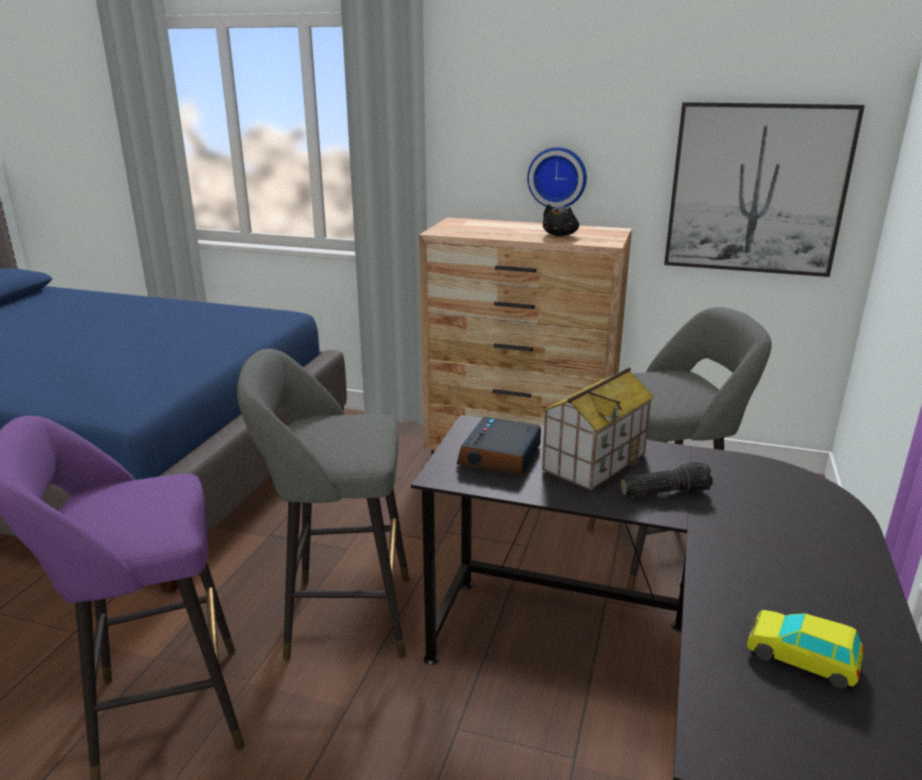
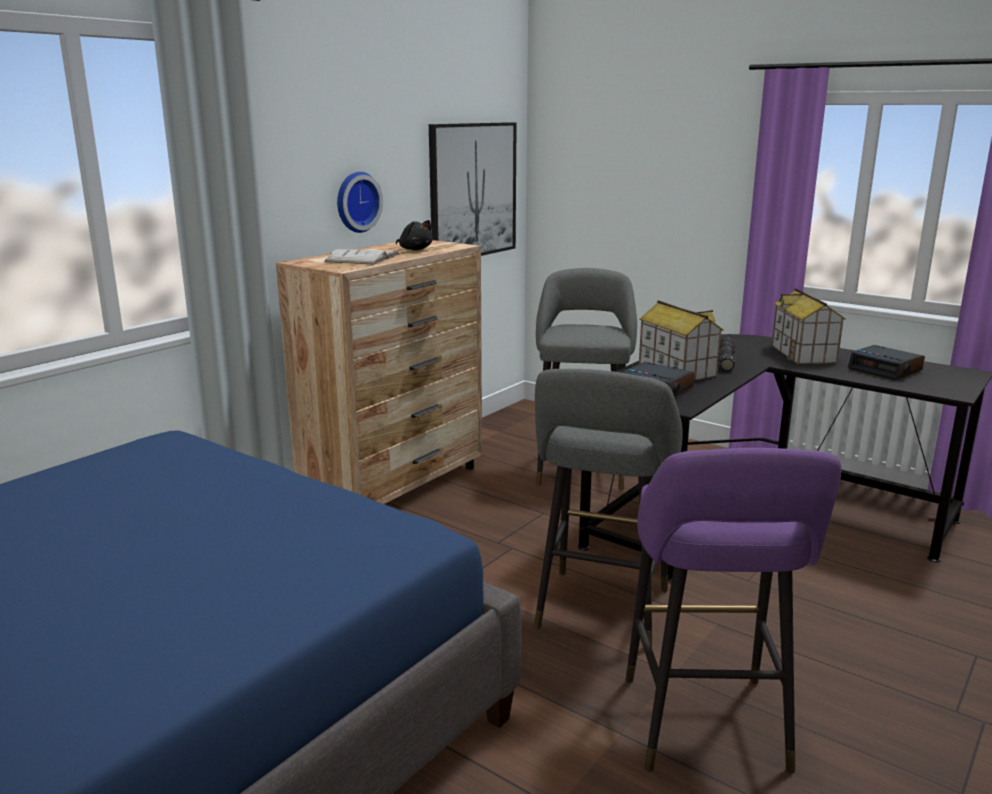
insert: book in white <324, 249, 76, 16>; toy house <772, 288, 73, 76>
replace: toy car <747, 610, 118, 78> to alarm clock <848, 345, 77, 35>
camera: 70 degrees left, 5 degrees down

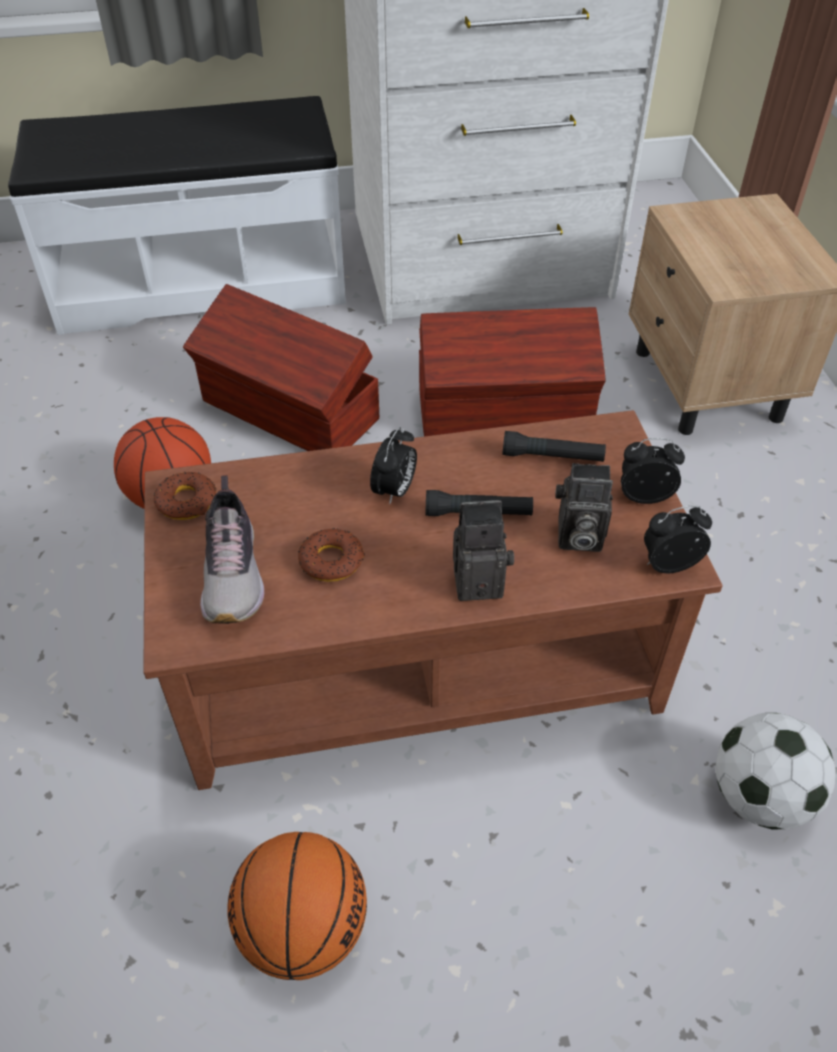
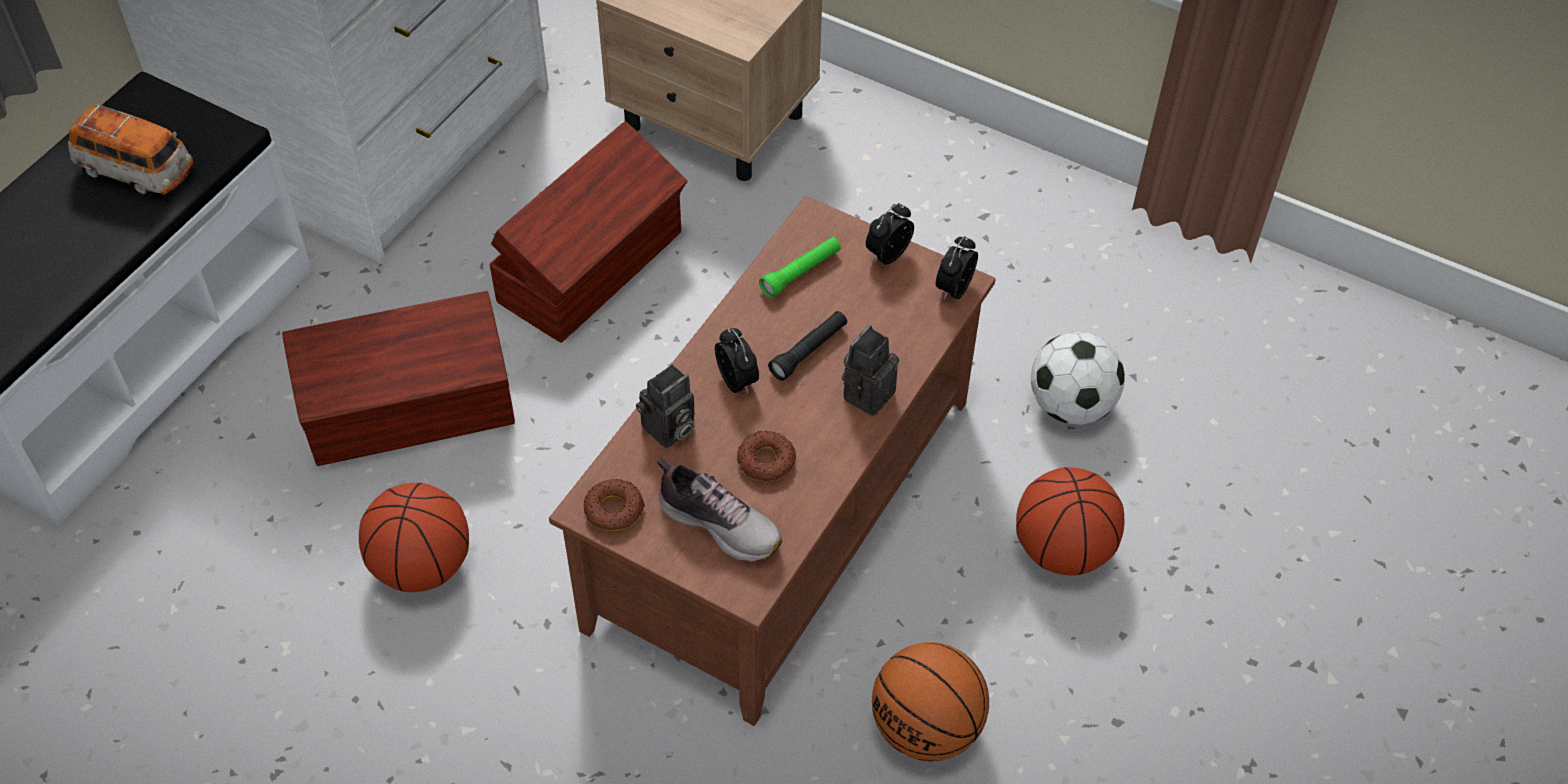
insert: toy car <68, 104, 126, 93>; basketball <1016, 467, 108, 109>
move: photo camera <555, 463, 58, 89> to <636, 364, 59, 84>
recolor: flashlight in black <502, 431, 104, 31> to flashlight in green <759, 237, 82, 61>
camera: 50 degrees left, 5 degrees up

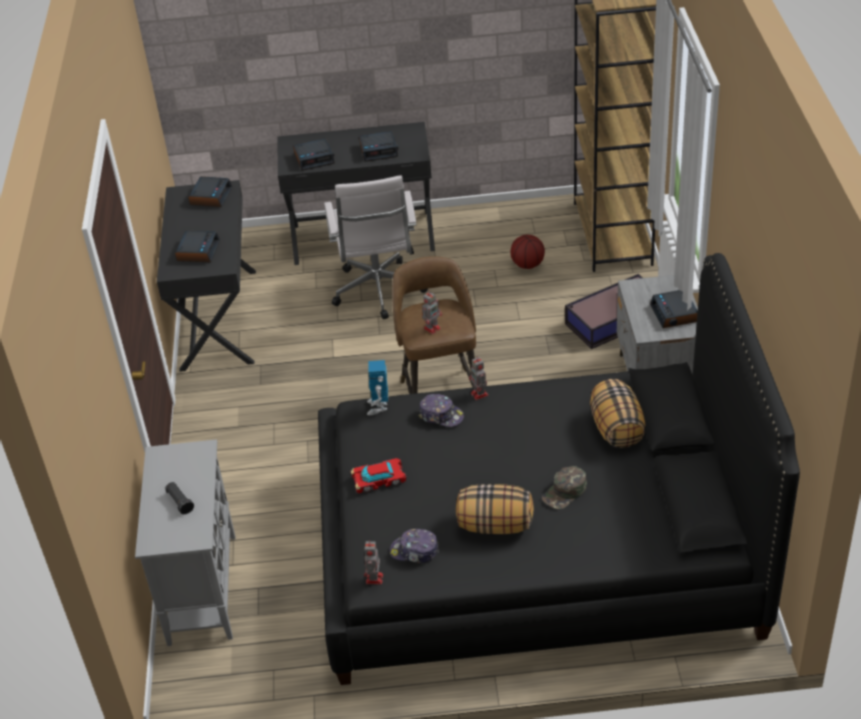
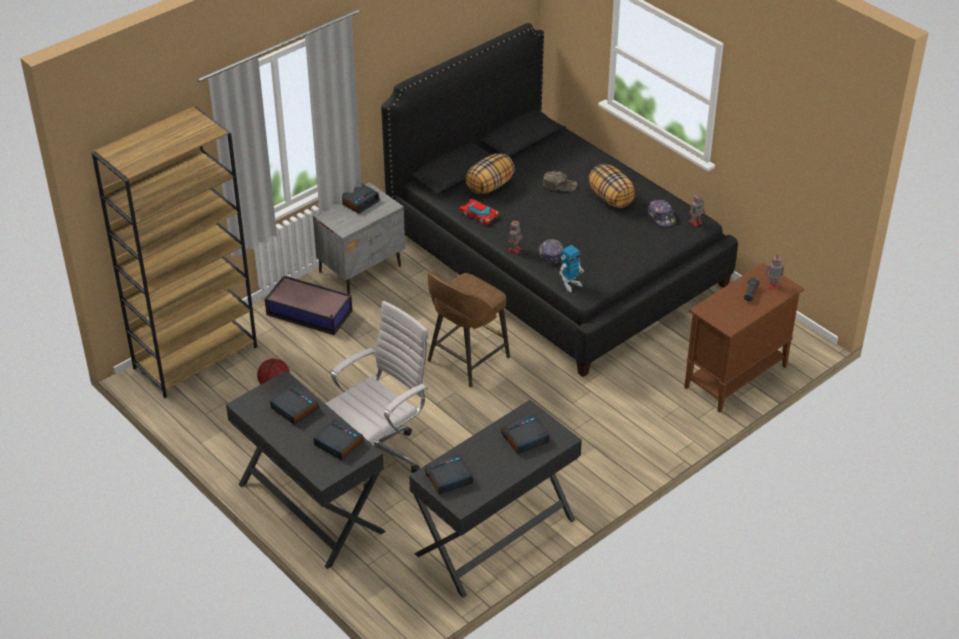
move: toy car <351, 458, 56, 35> to <460, 199, 39, 26>; toy robot <422, 290, 20, 44> to <765, 254, 19, 36>
recolor: cabinet in grey <135, 439, 100, 207> to cabinet in brown <684, 263, 120, 150>
camera: 130 degrees left, 0 degrees up

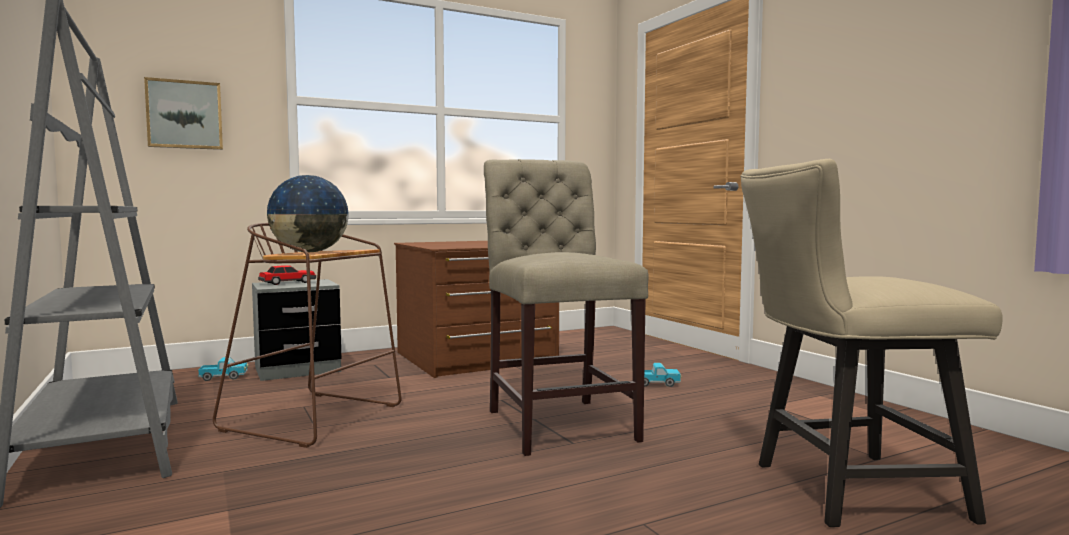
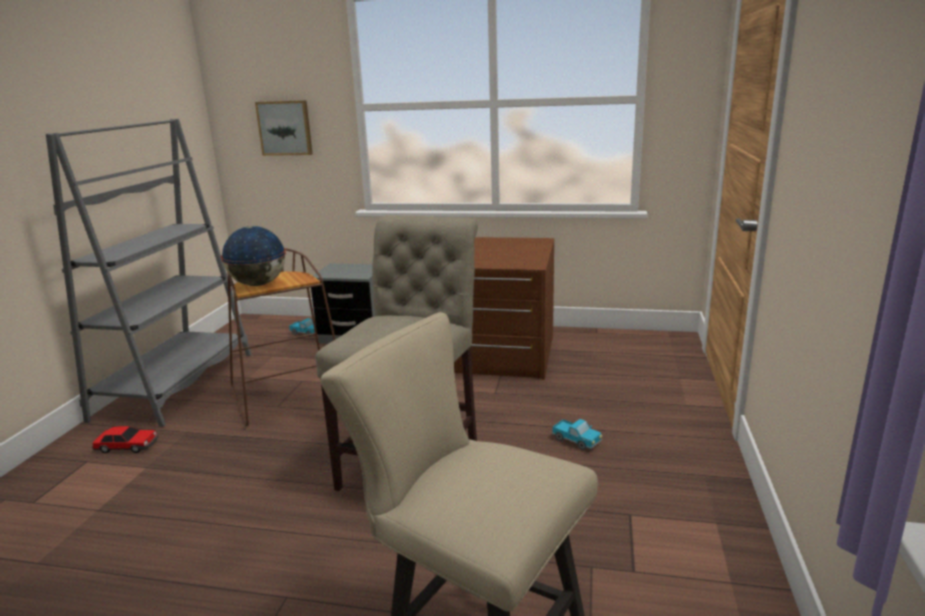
move: toy car <258, 265, 58, 20> to <92, 426, 67, 27>
camera: 40 degrees right, 15 degrees up

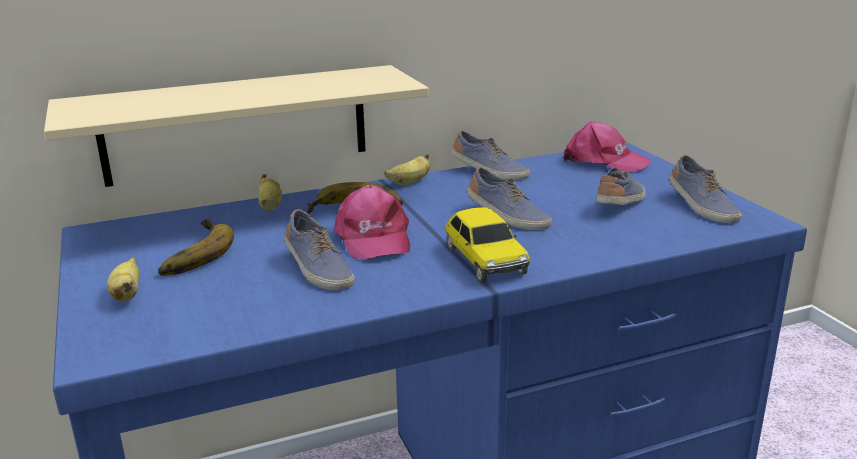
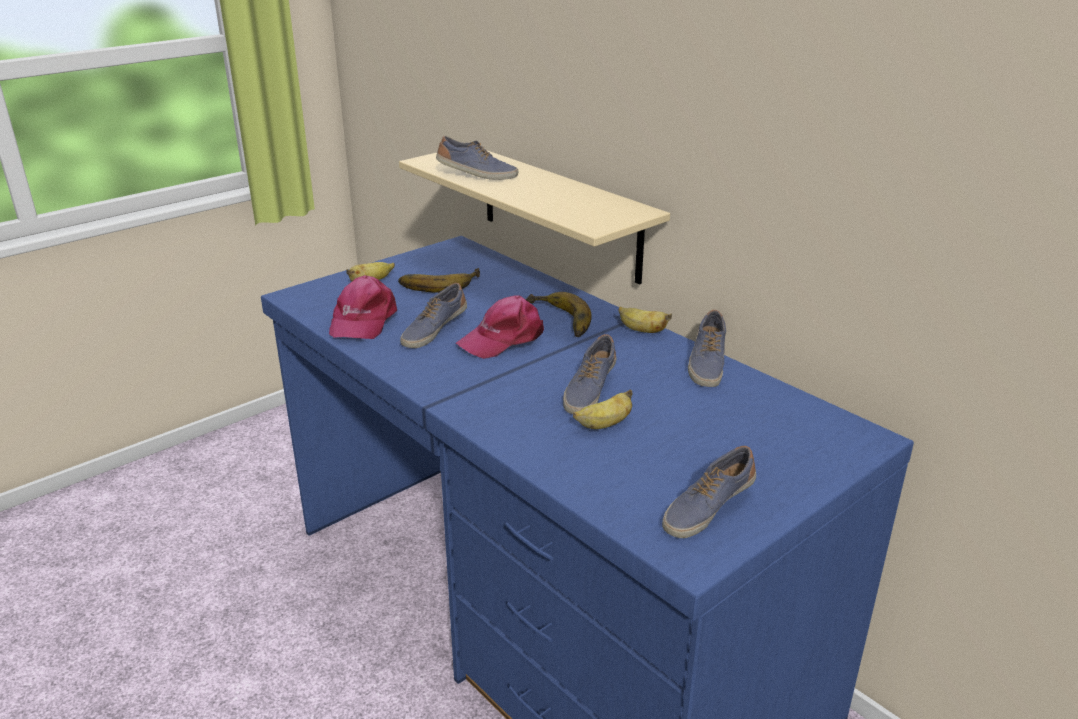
delete: toy car <445, 208, 85, 74>
move: banana <259, 174, 23, 37> to <573, 389, 60, 40>; cap in pink <563, 121, 88, 52> to <329, 275, 68, 64>; shoe <596, 168, 50, 37> to <436, 136, 82, 44>
camera: 70 degrees right, 5 degrees up

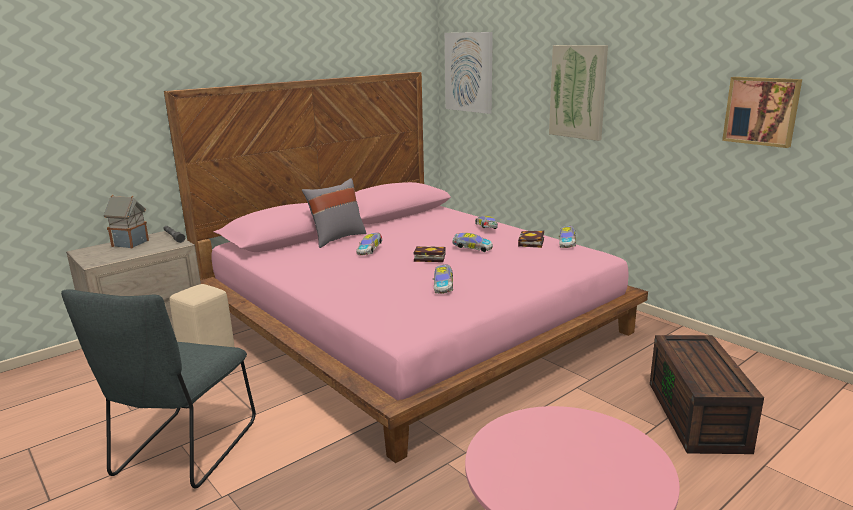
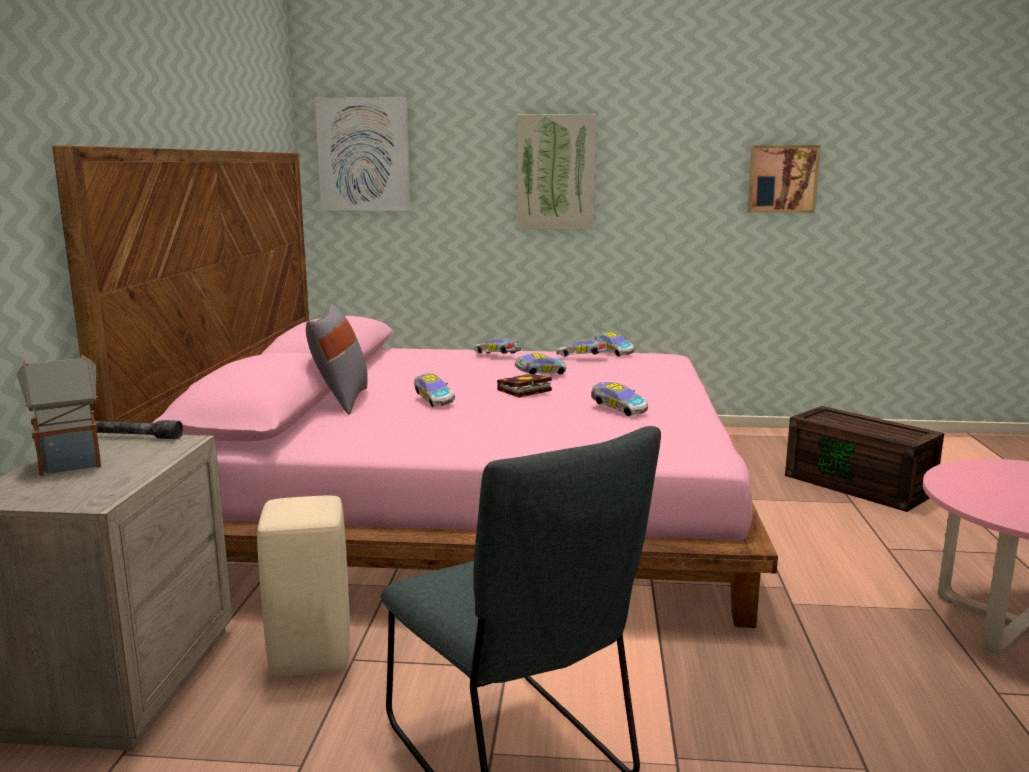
replace: book <518, 231, 26, 17> to toy car <556, 339, 52, 18>
camera: 45 degrees left, 5 degrees down

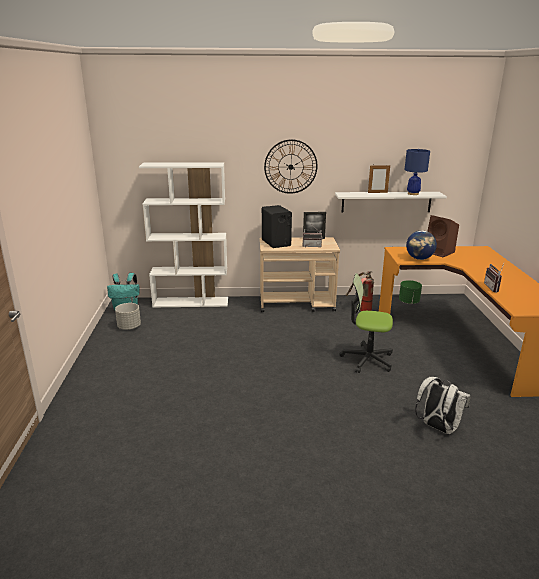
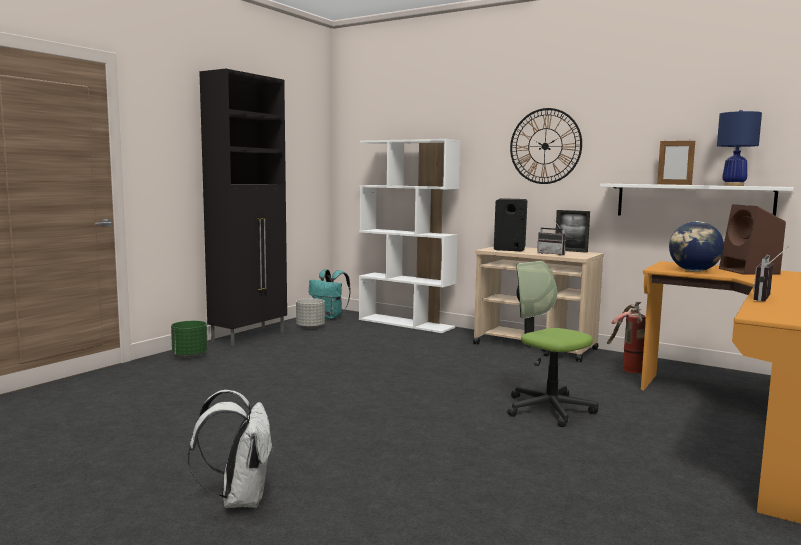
insert: cabinet in black <199, 69, 88, 277>
move: planter in green <399, 280, 23, 24> to <171, 321, 37, 37>; backpack in white <415, 377, 56, 57> to <188, 390, 85, 118>
camera: 35 degrees right, 15 degrees down

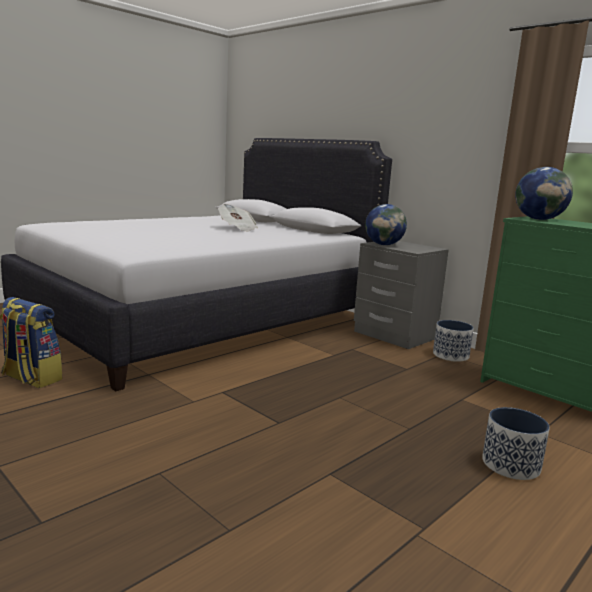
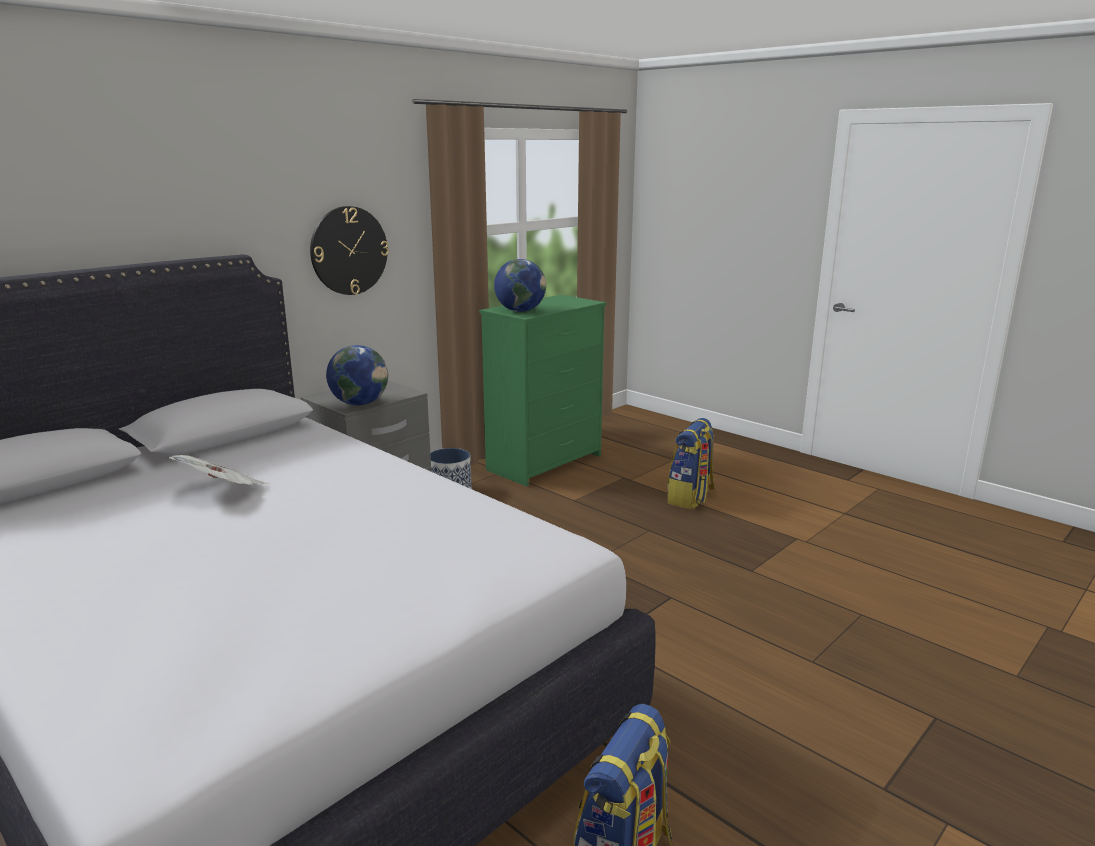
insert: wall clock <310, 206, 79, 89>
replace: planter <482, 407, 68, 73> to backpack <667, 418, 48, 91>
camera: 90 degrees left, 5 degrees up

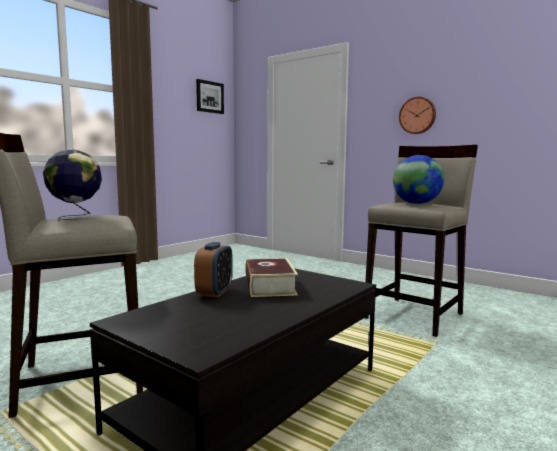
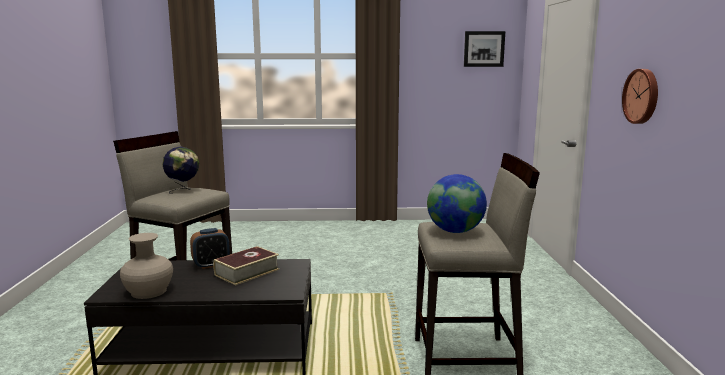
insert: vase in beige <120, 233, 53, 66>
camera: 50 degrees right, 5 degrees up

